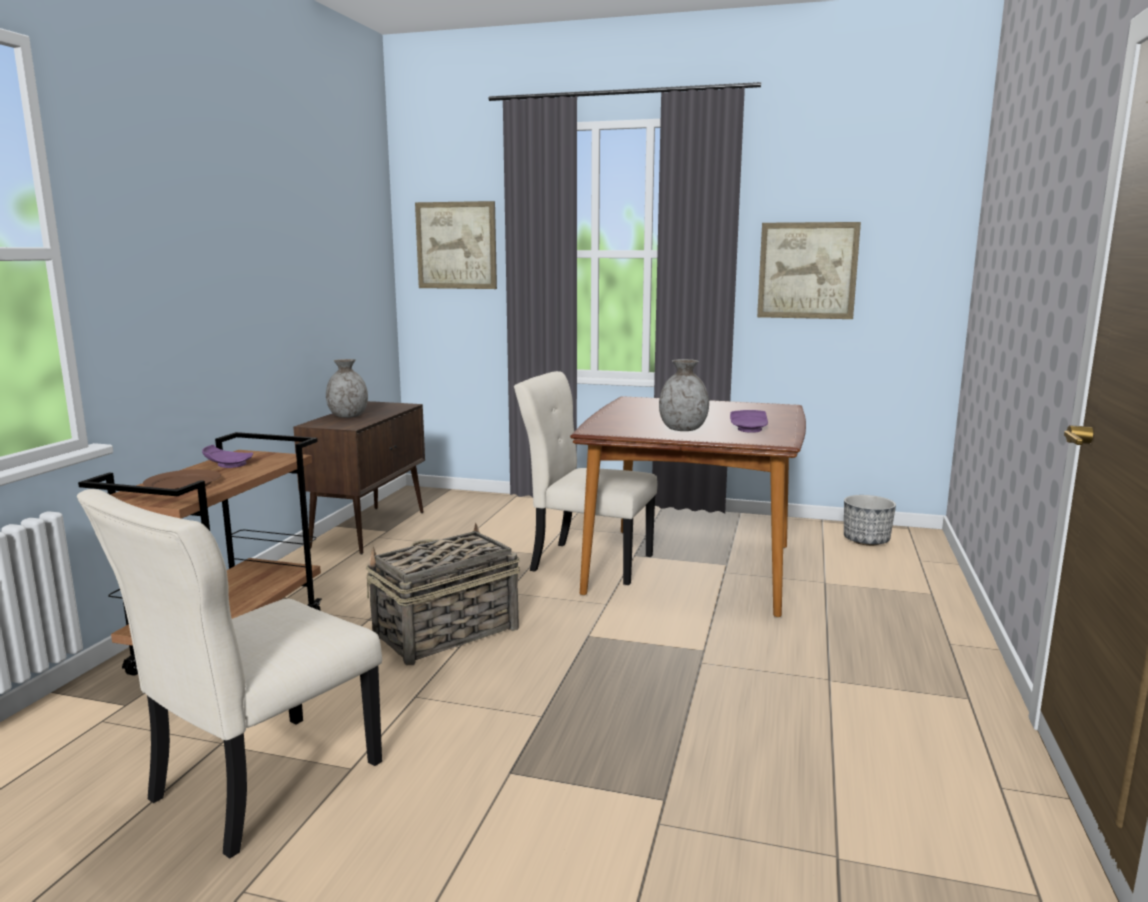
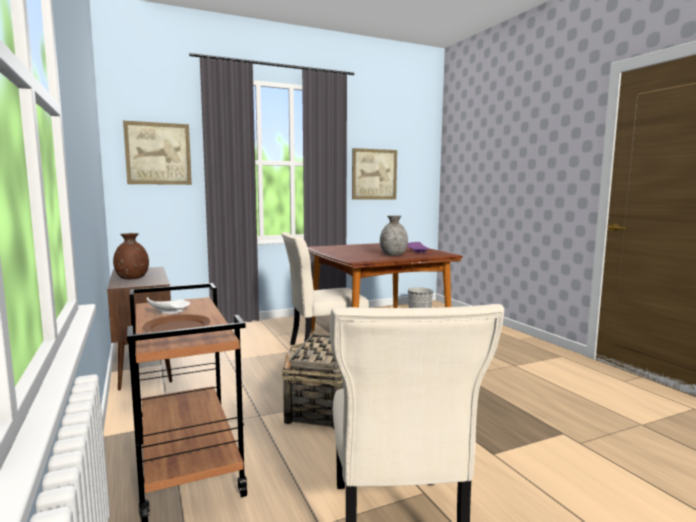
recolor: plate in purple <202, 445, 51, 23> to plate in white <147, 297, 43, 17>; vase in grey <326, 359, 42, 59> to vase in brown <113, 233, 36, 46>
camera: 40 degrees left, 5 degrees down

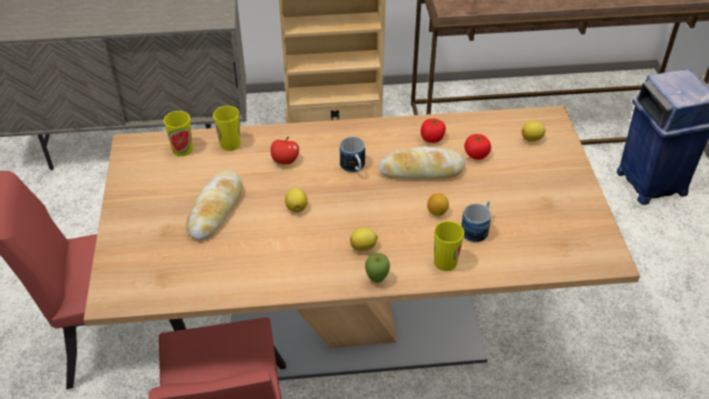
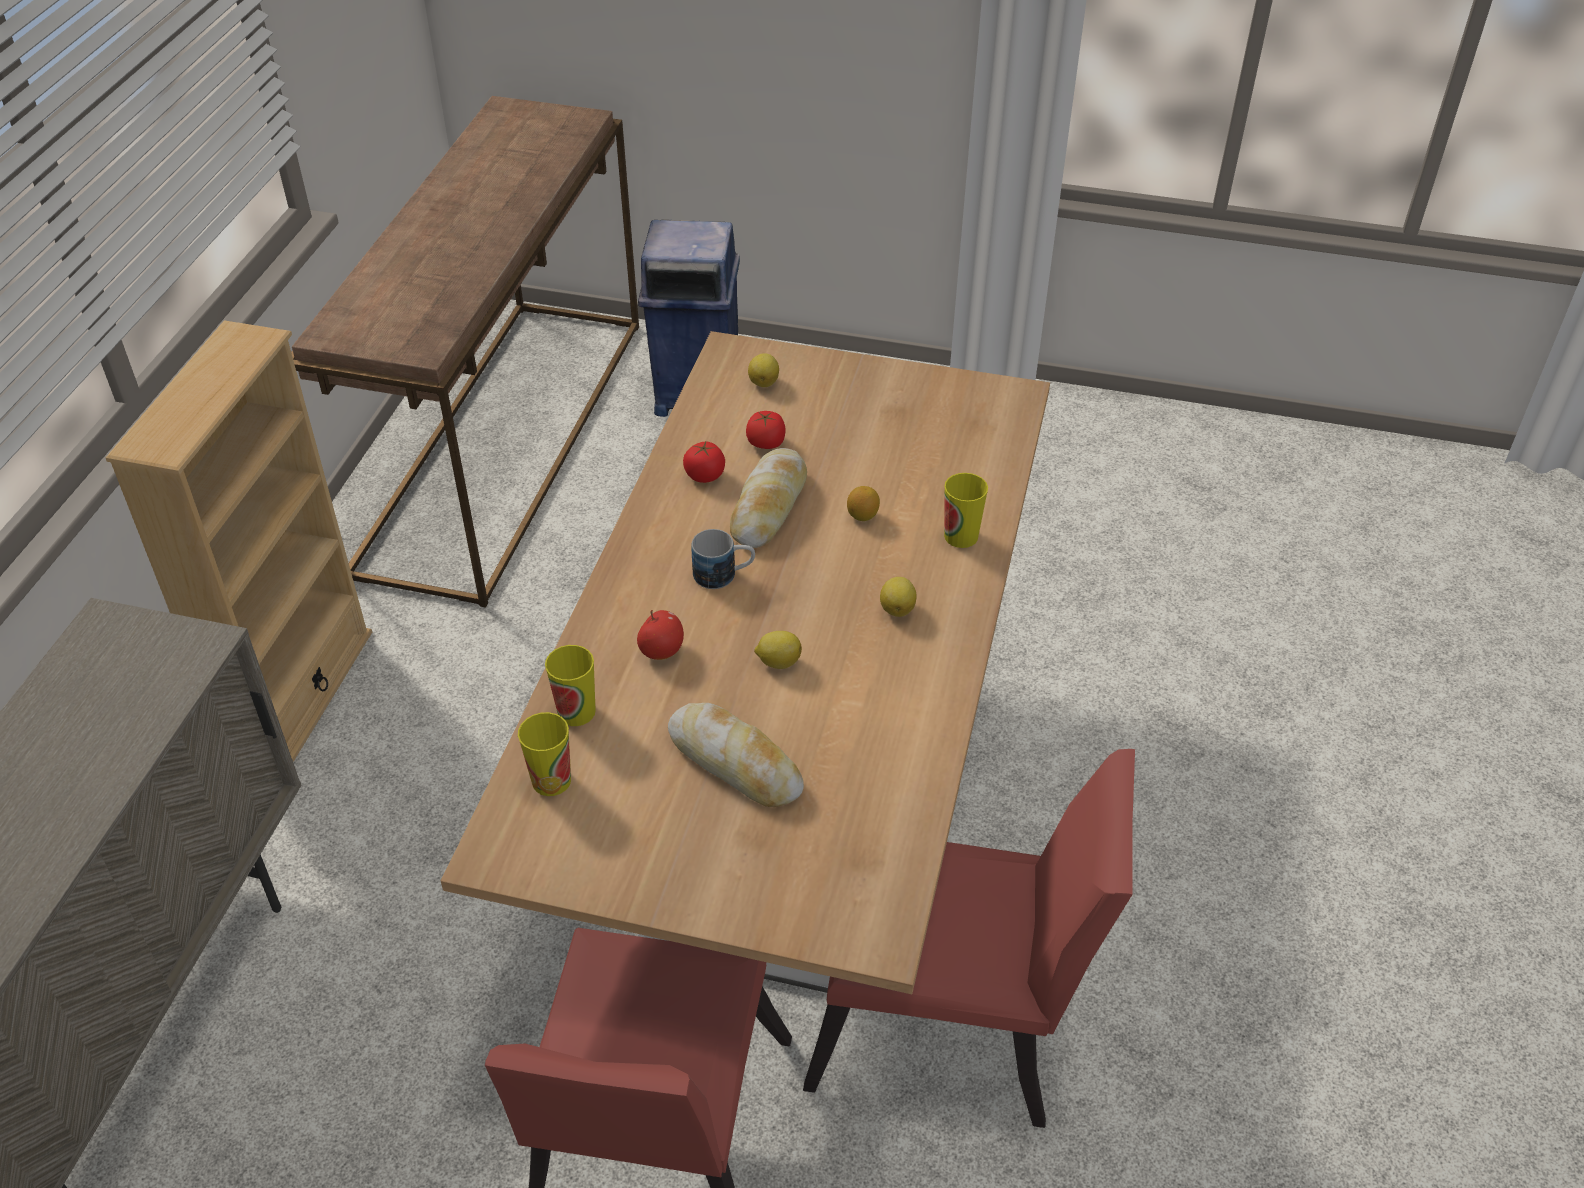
delete: apple <365, 253, 25, 30>; mug <461, 200, 30, 42>
camera: 70 degrees left, 0 degrees up

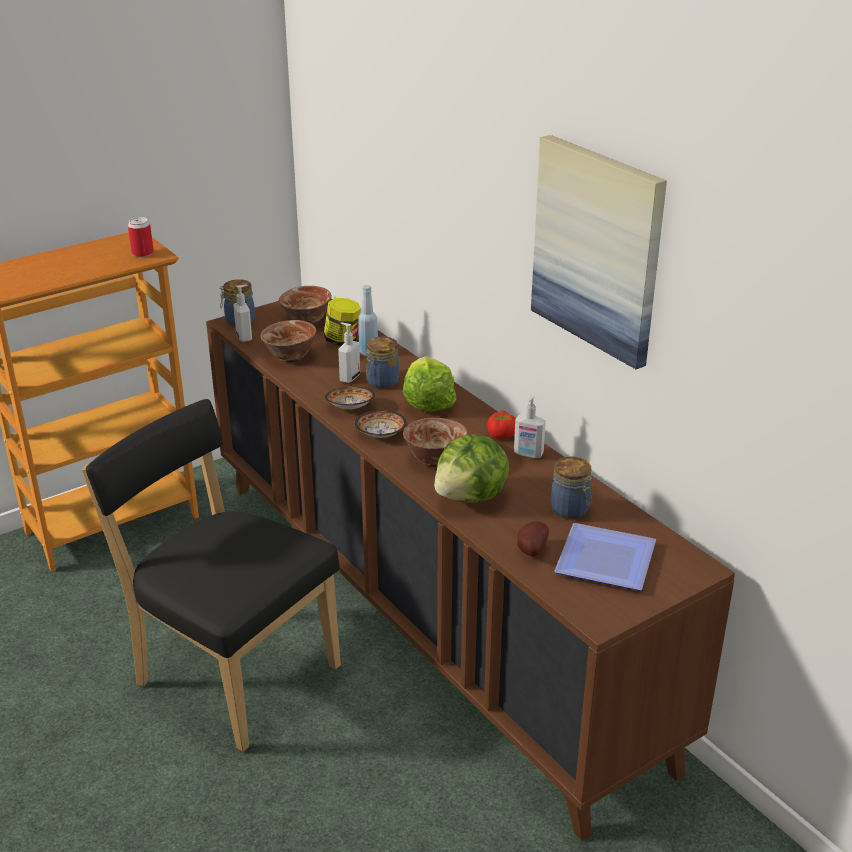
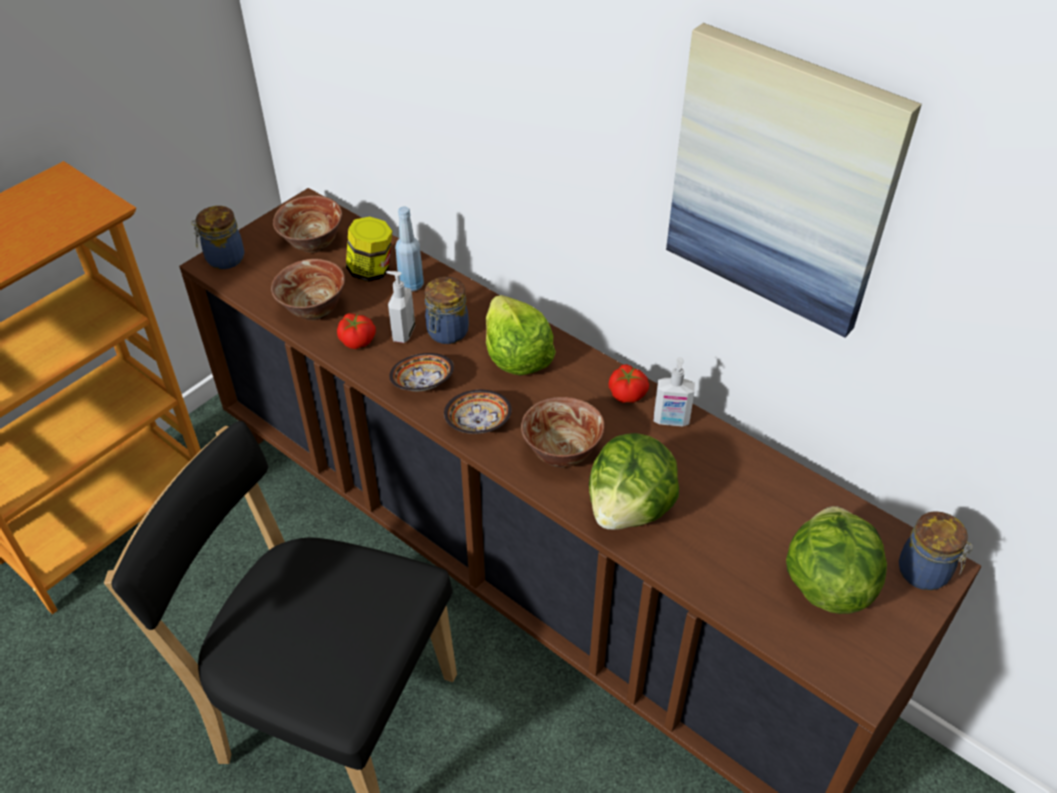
delete: can <128, 217, 26, 40>; soap dispenser <233, 285, 19, 57>; potato <517, 521, 32, 35>
insert: tomato <337, 313, 39, 36>
move: jar <551, 456, 41, 63> to <899, 511, 74, 79>
replace: plate <554, 523, 102, 68> to lettuce <786, 506, 101, 108>
camera: 15 degrees left, 15 degrees up

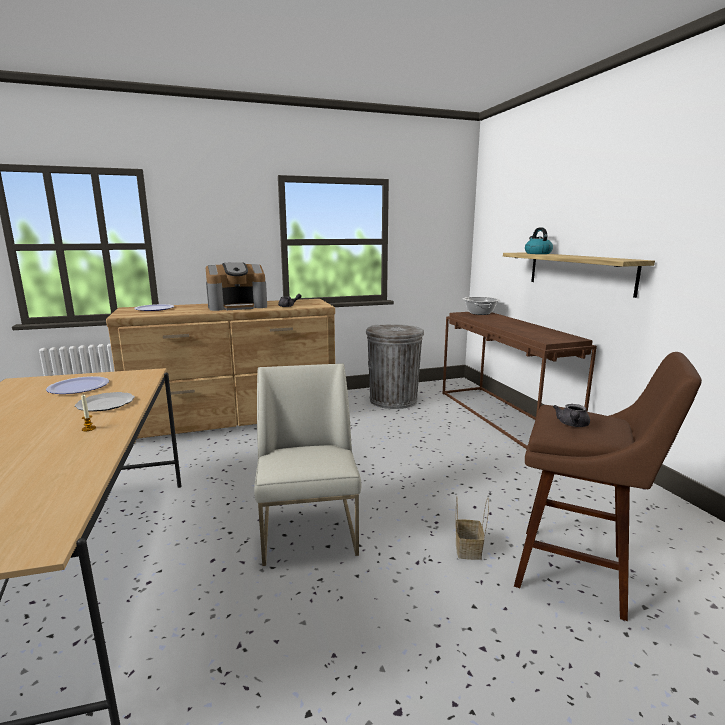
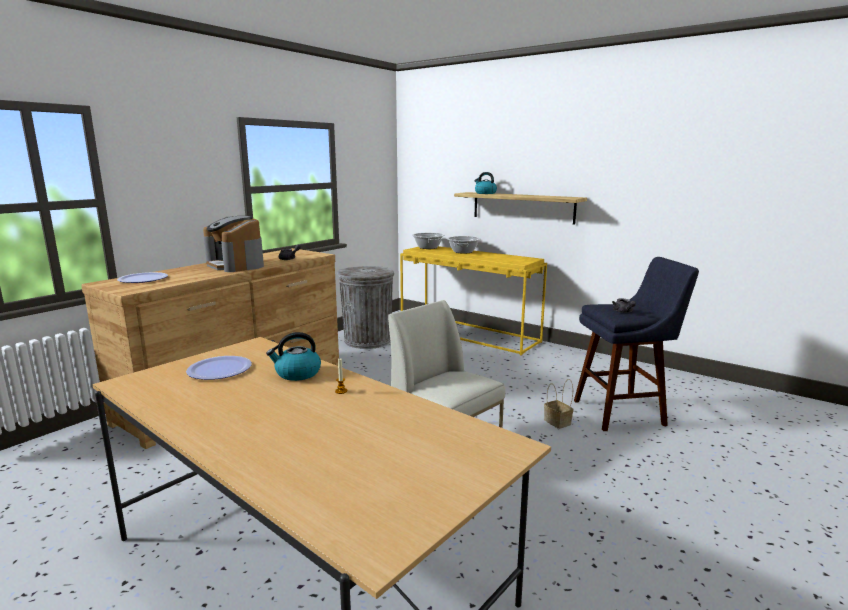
insert: cooking pot <447, 236, 34, 18>
replace: plate <75, 392, 60, 19> to kettle <266, 332, 55, 49>
recolor: console table in brown <443, 312, 154, 137> to console table in yellow <400, 246, 147, 110>; stool in brown <514, 352, 188, 269> to stool in blue <574, 257, 125, 174>
rotate: coffee machine <206, 262, 61, 49> = <203, 216, 61, 56> 105 degrees clockwise
camera: 35 degrees left, 0 degrees up

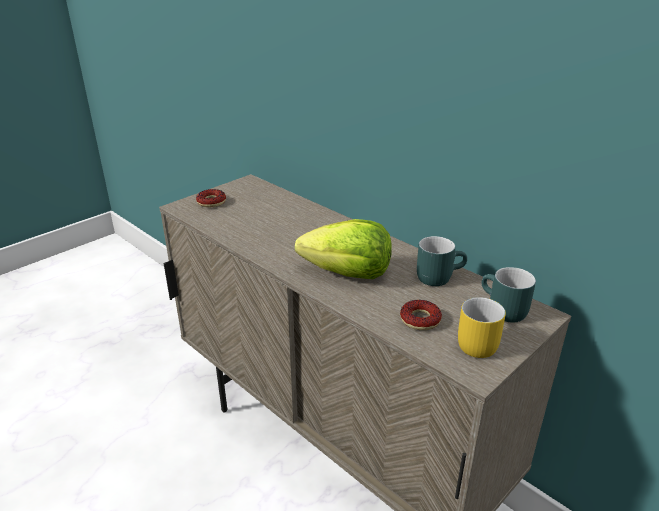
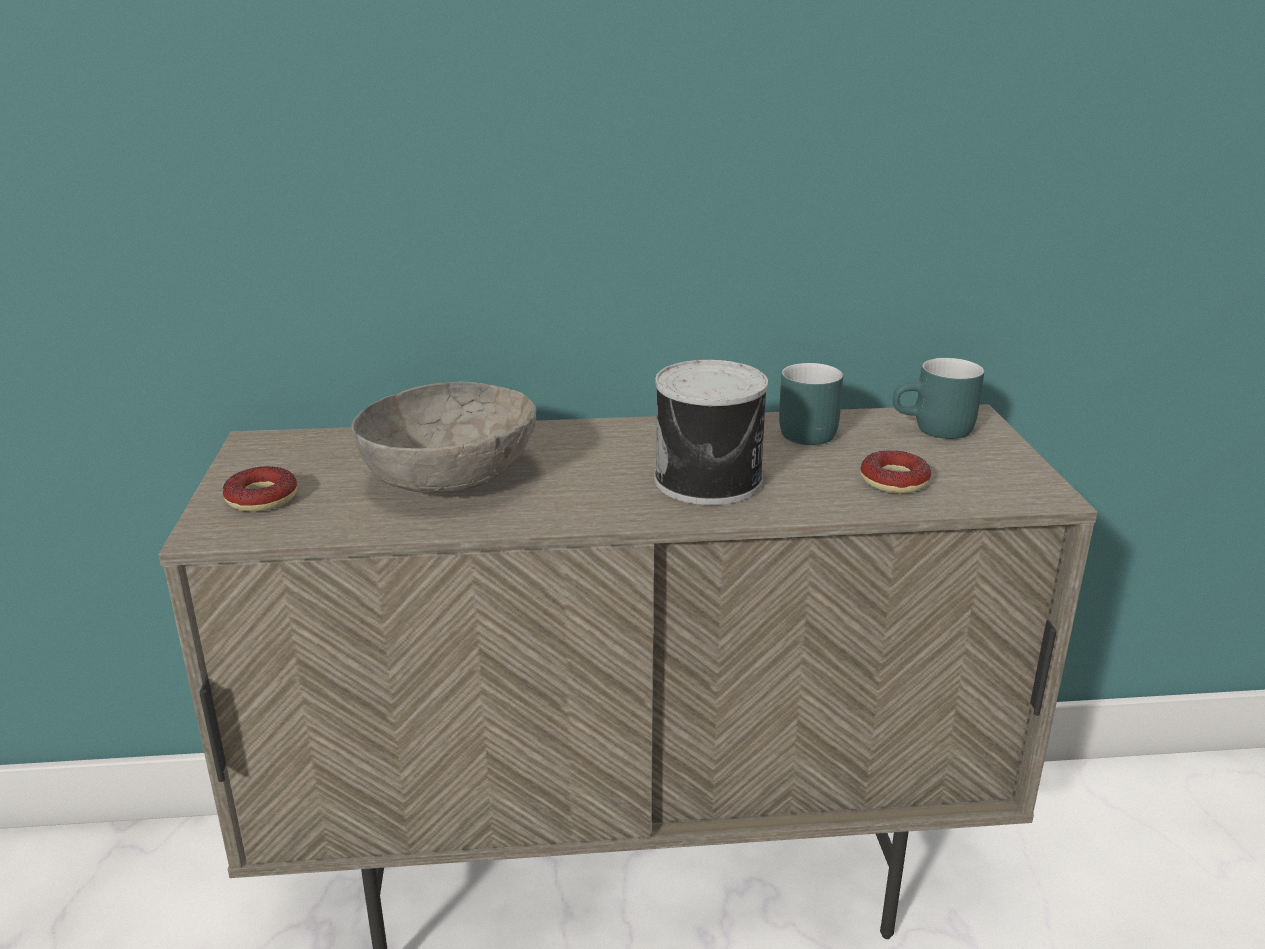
delete: mug in yellow <458, 297, 48, 61>
insert: bowl in grey <351, 381, 185, 113>
replace: lettuce <295, 219, 97, 60> to can <654, 360, 114, 145>
camera: 50 degrees left, 5 degrees down

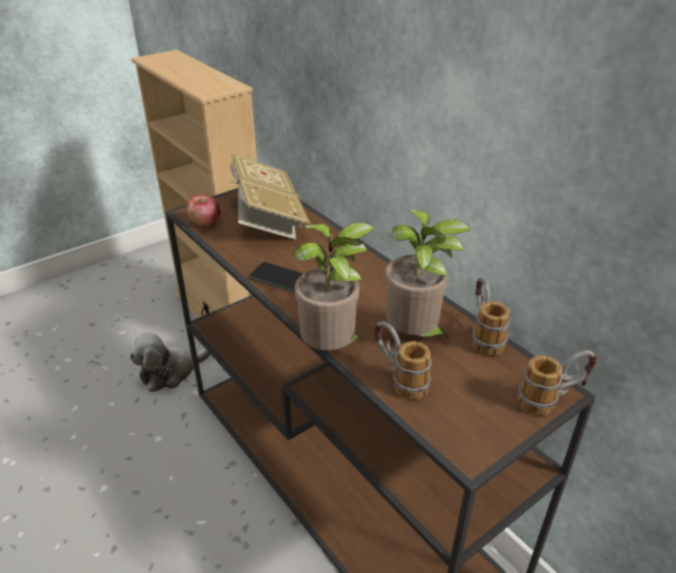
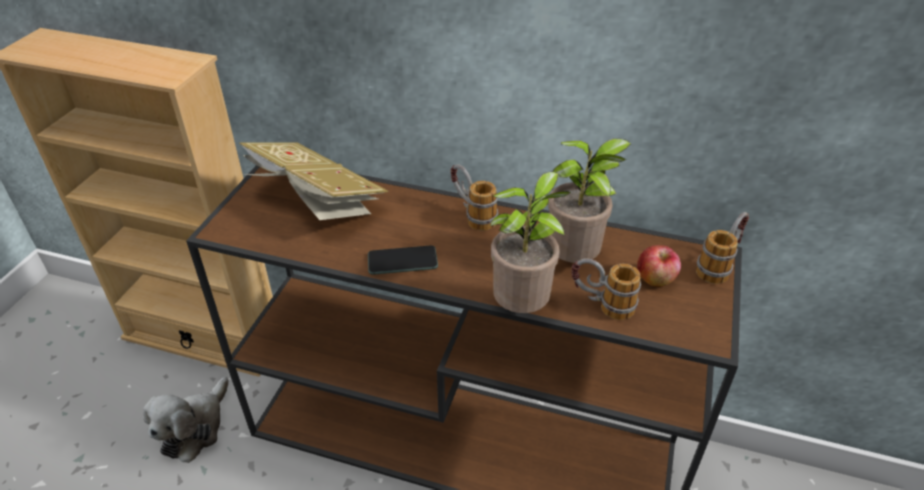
move: apple <187, 194, 33, 33> to <637, 245, 44, 42>; mug <472, 278, 38, 78> to <451, 164, 47, 67>
camera: 35 degrees left, 5 degrees up

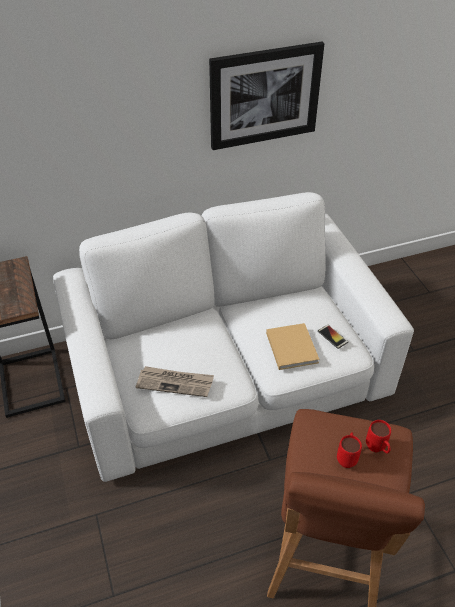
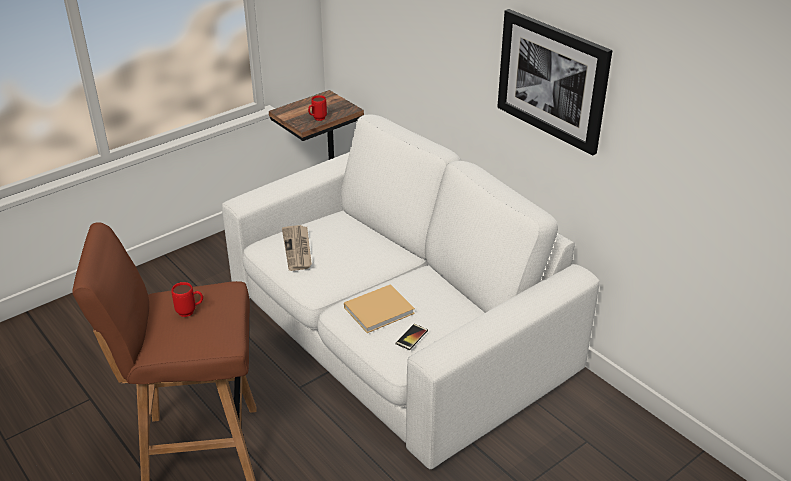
move: mug in red <366, 420, 25, 33> to <308, 95, 19, 26>
camera: 70 degrees right, 10 degrees down

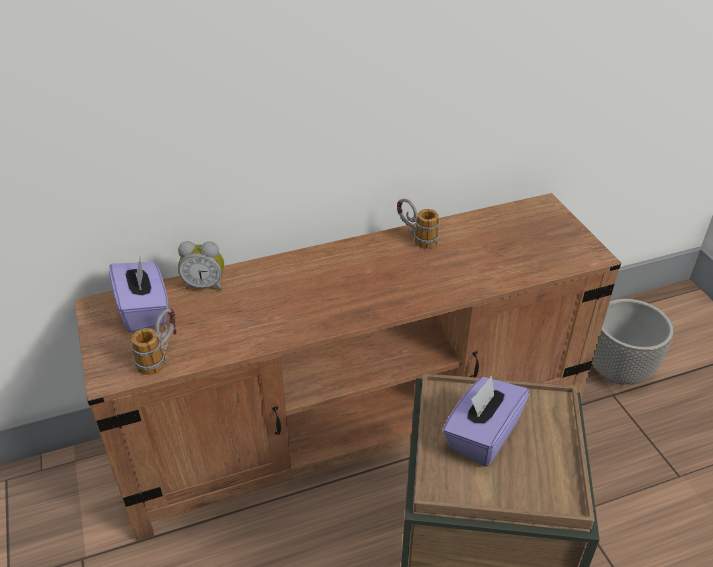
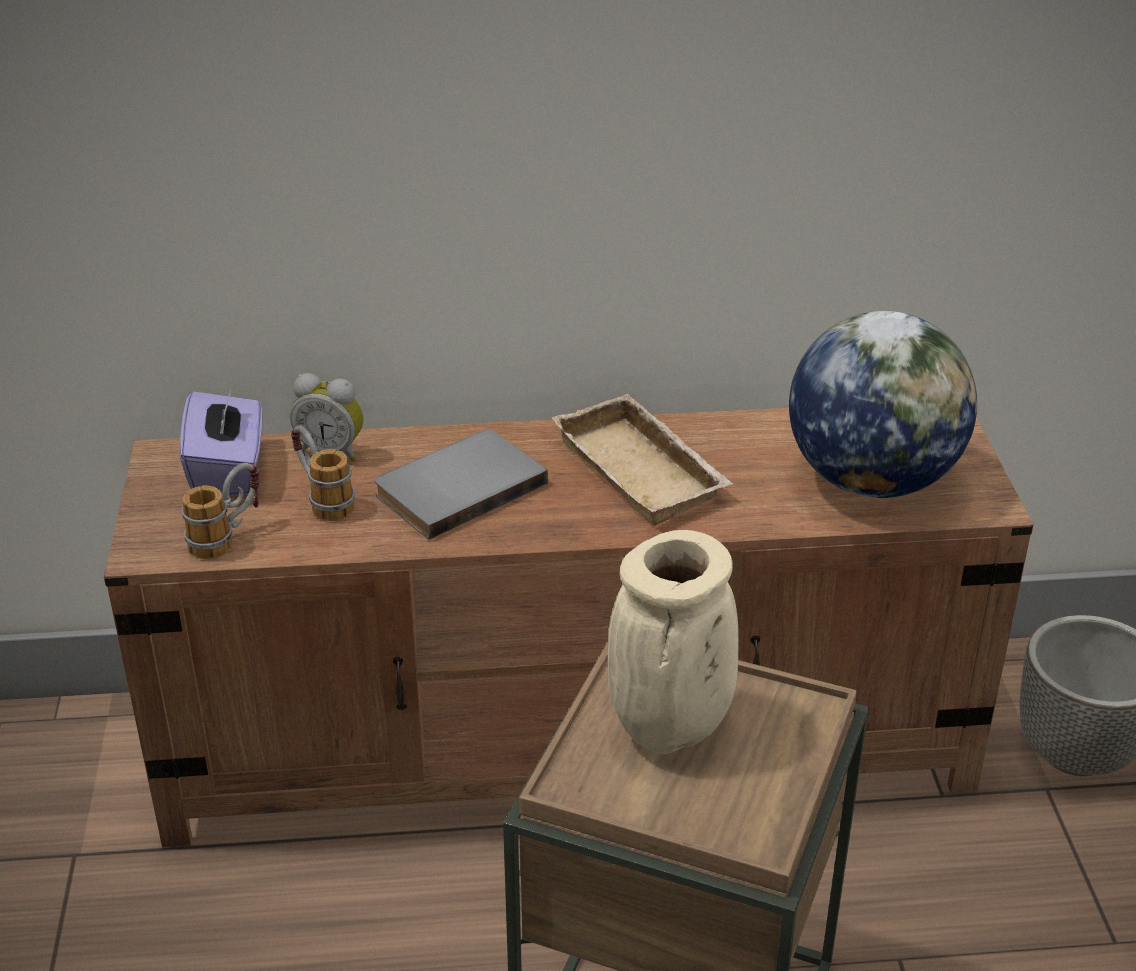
insert: book in grey <374, 430, 174, 110>; tray in beige <552, 394, 181, 132>; globe <789, 311, 188, 187>
move: mug <397, 199, 43, 50> to <291, 426, 64, 95>
replace: tissue box in purple <443, 376, 87, 91> to vase in beige <608, 530, 131, 224>
camera: 15 degrees right, 5 degrees down

